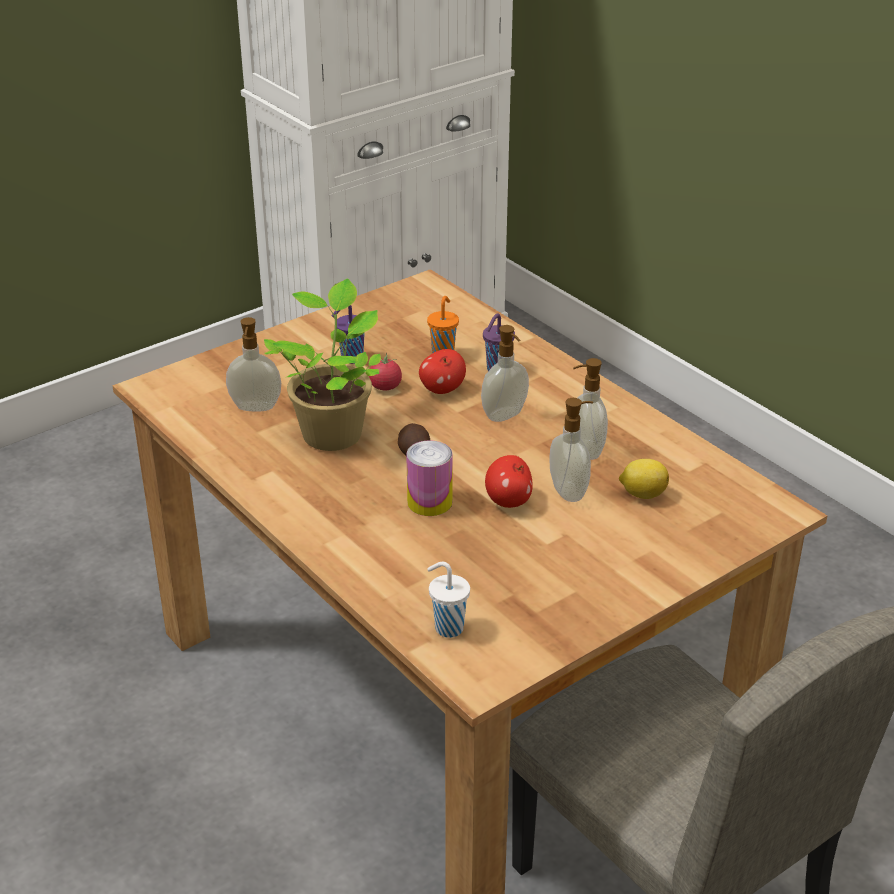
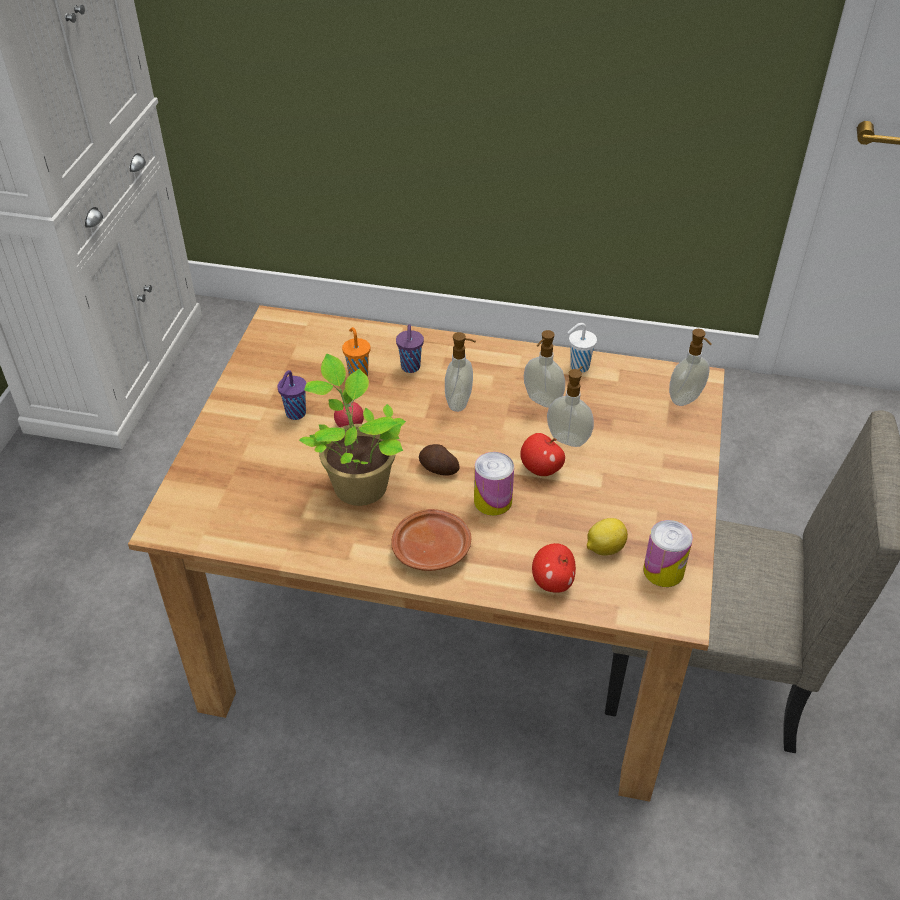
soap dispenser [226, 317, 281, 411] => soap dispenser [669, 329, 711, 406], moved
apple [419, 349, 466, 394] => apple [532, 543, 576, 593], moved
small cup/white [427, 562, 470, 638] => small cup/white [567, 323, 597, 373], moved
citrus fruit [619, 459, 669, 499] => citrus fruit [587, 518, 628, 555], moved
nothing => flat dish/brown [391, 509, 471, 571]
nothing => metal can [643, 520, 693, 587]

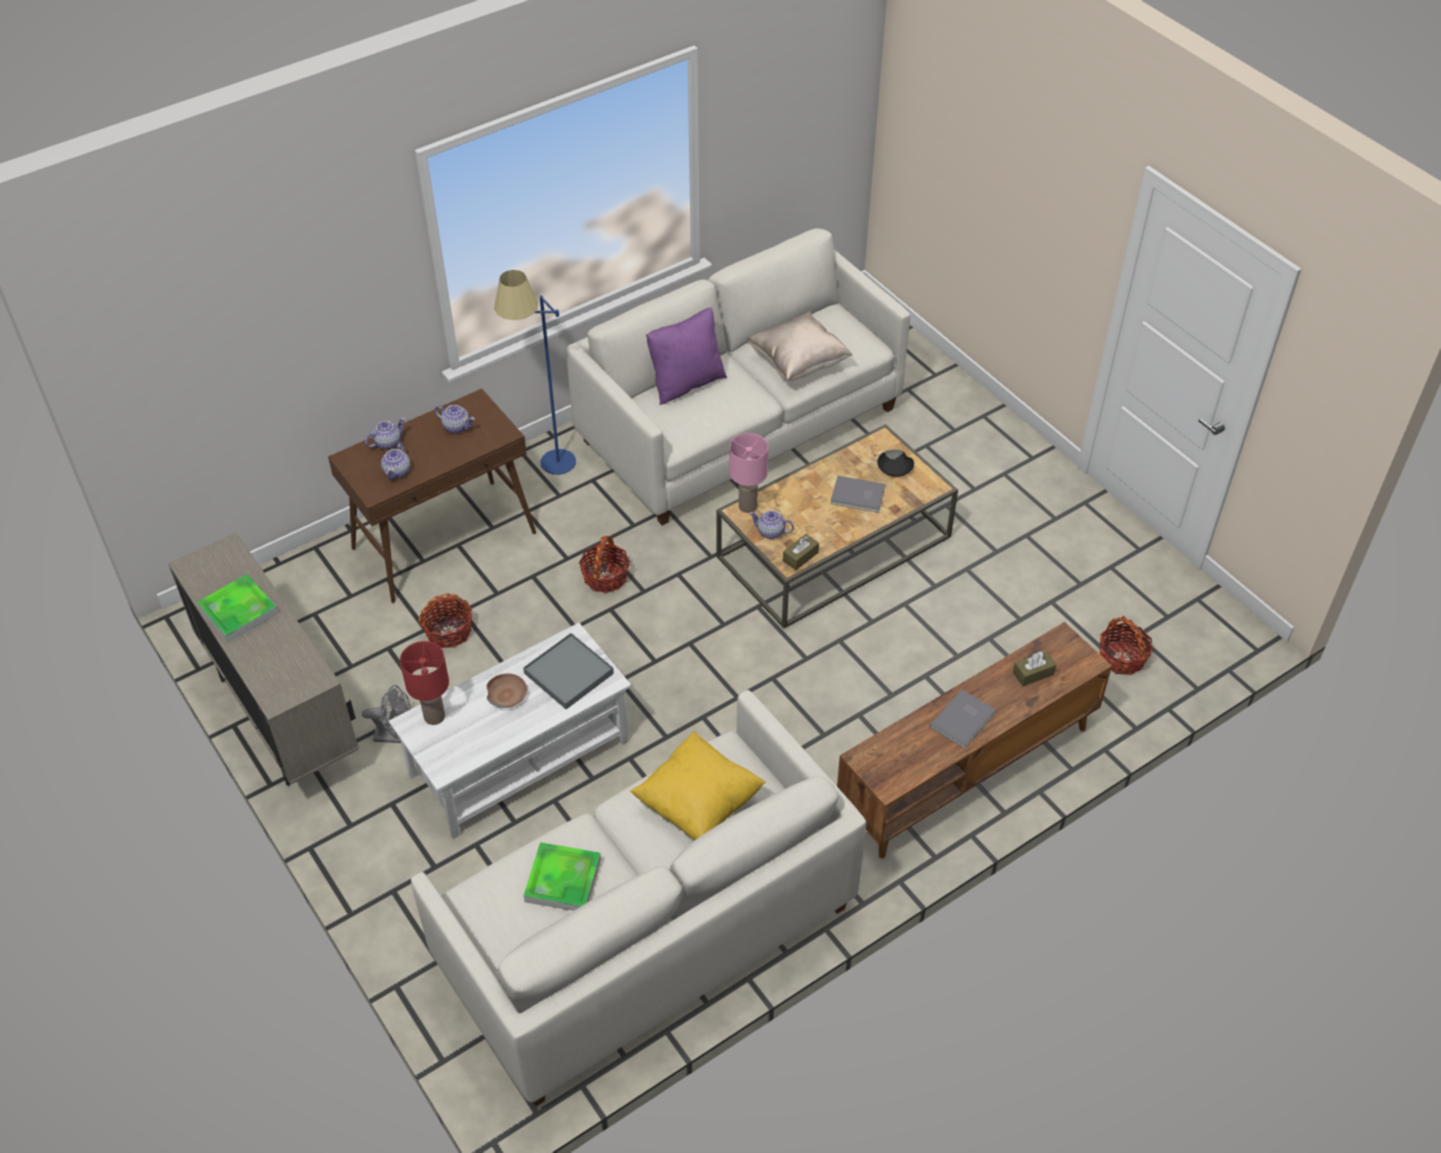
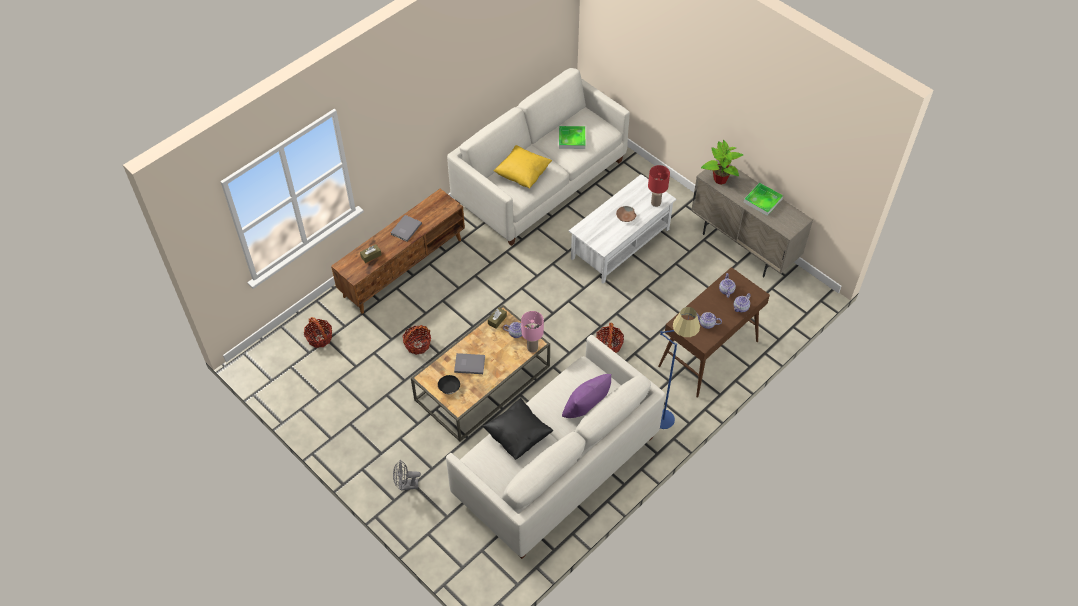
fan/greyish [362, 685, 411, 743] => fan/greyish [393, 460, 421, 490], moved
basket [418, 593, 472, 648] => basket [403, 325, 431, 355], moved
carrying tray/greyish [523, 633, 614, 709] => nothing
throw pillow/beige-coloured [747, 311, 852, 381] => throw pillow/black [482, 398, 553, 460]
nothing => houseplant [701, 140, 743, 185]

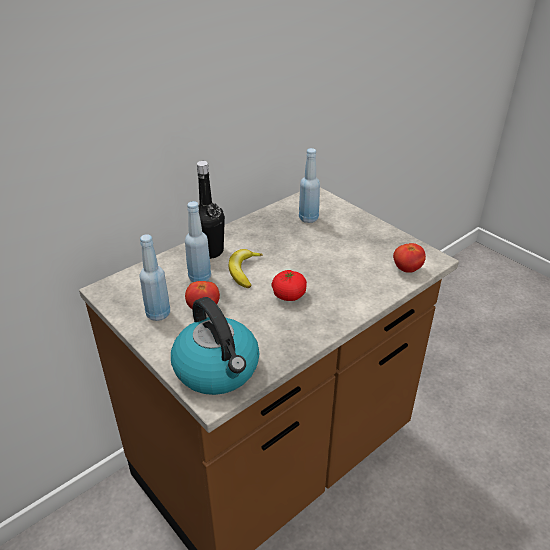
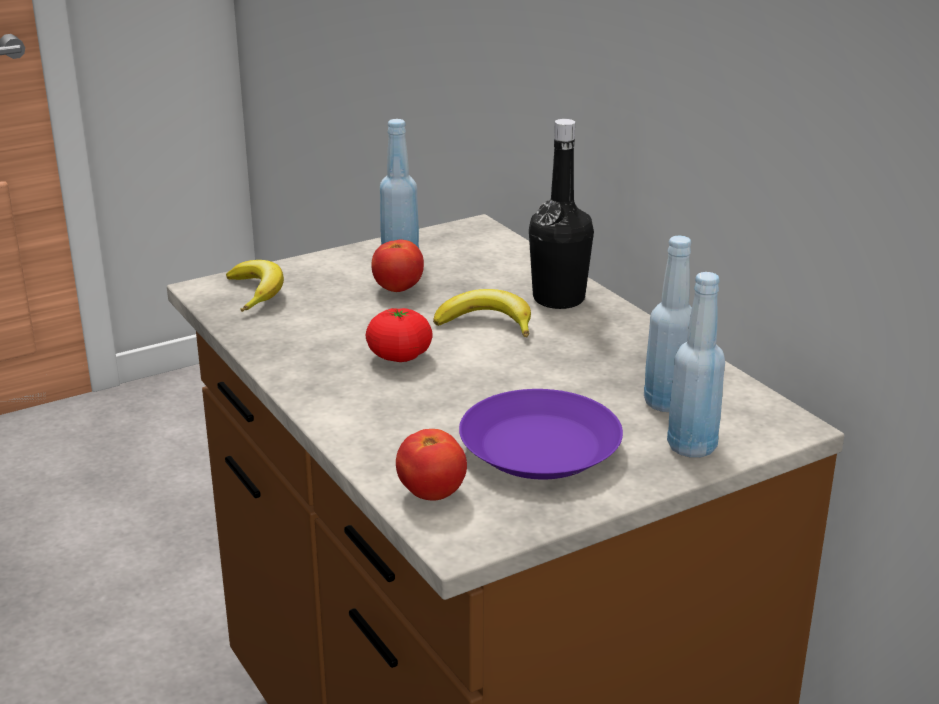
tea kettle [171, 297, 260, 395] => banana fruit [226, 260, 284, 312]
bottle/blue-coloured [185, 201, 211, 282] => bottle/blue-coloured [667, 272, 725, 458], moved
nothing => flat dish/purplish [459, 389, 623, 479]

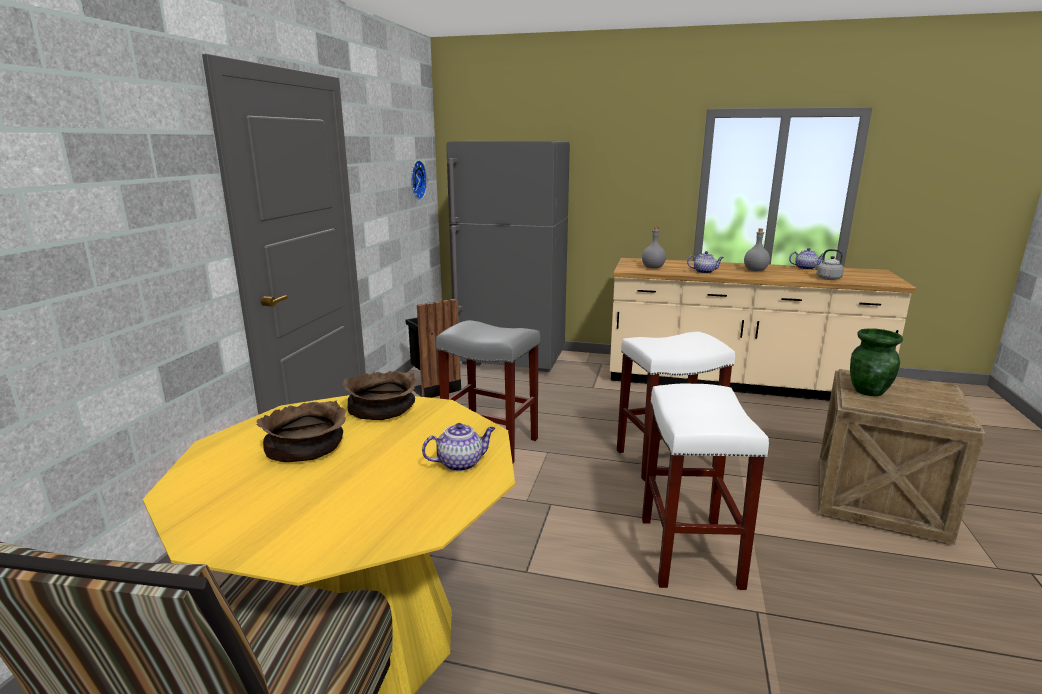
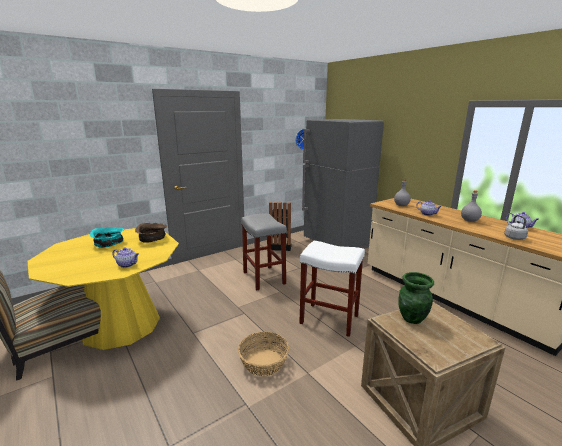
bowl/brown [257, 401, 346, 462] => bowl/turquoise-coloured [90, 227, 125, 248]
sitting stool/white [642, 384, 769, 590] => basket [238, 332, 289, 377]

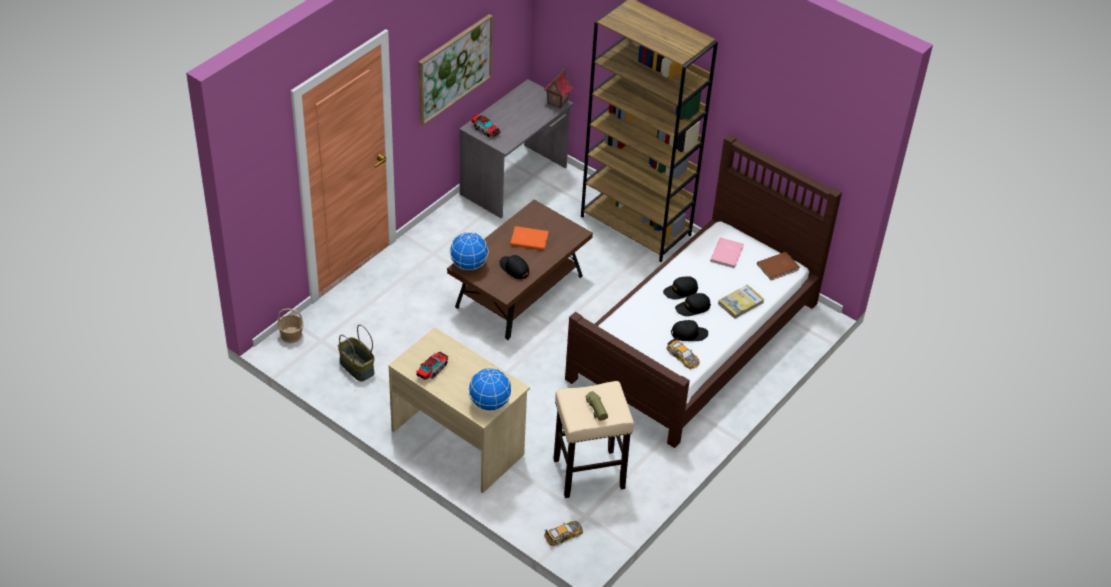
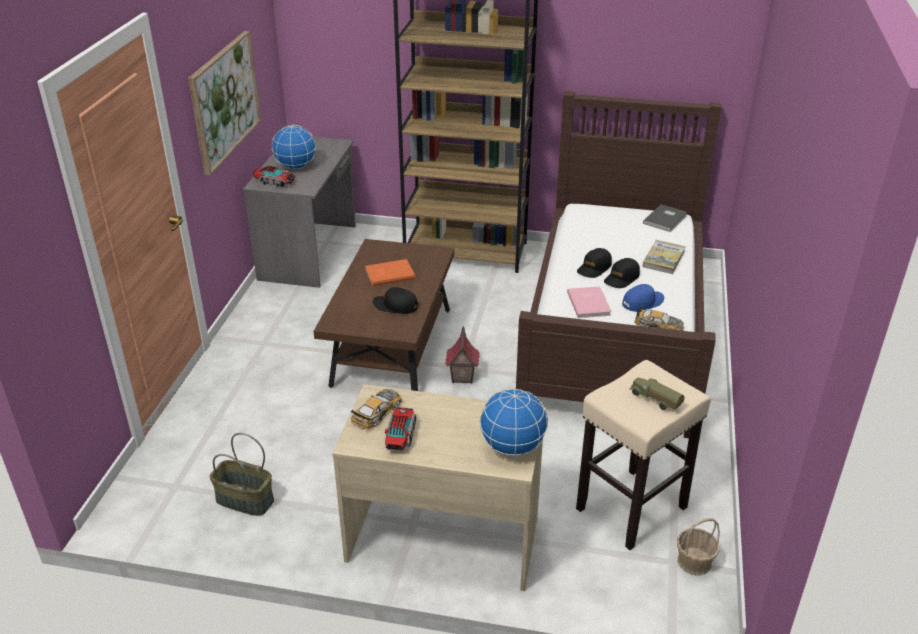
basket [277, 308, 304, 343] => basket [677, 518, 720, 576], moved
globe [450, 232, 488, 270] => globe [272, 125, 316, 169], moved
toy house [544, 67, 573, 109] => toy house [445, 326, 480, 384], moved
model car [544, 521, 583, 546] => model car [351, 389, 402, 430], moved
baseball cap/black [671, 320, 708, 341] => baseball cap/blue-coloured [622, 284, 664, 312]
book/pinkish [710, 237, 744, 268] => book/pinkish [567, 286, 612, 318], moved
book/brown [757, 252, 800, 280] => book/greyish [643, 205, 687, 232]

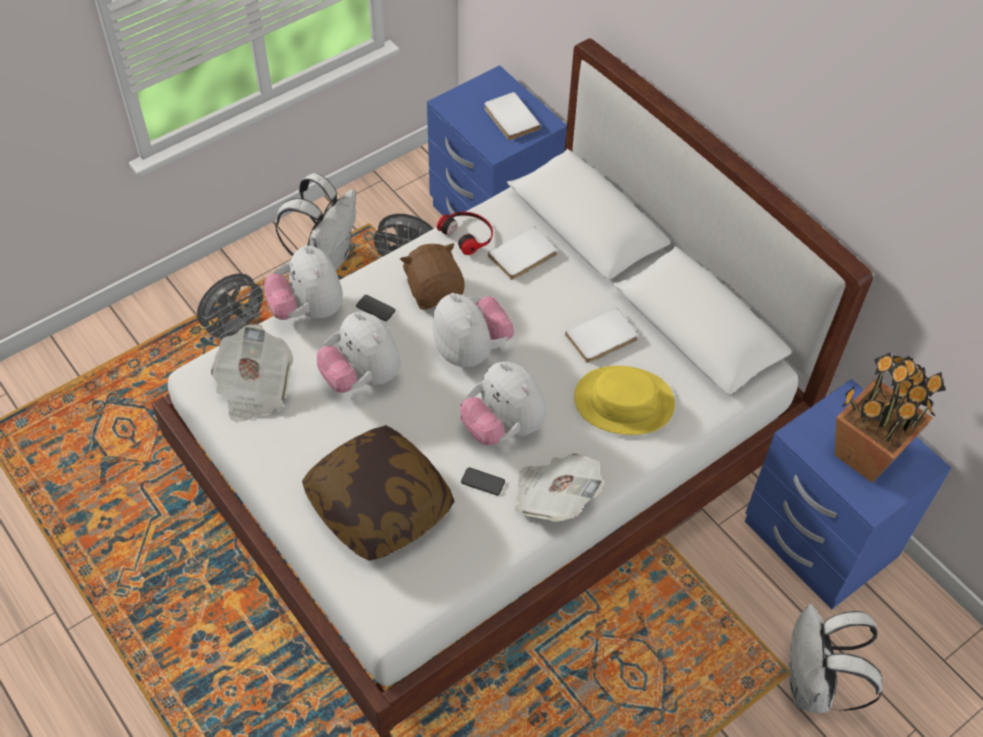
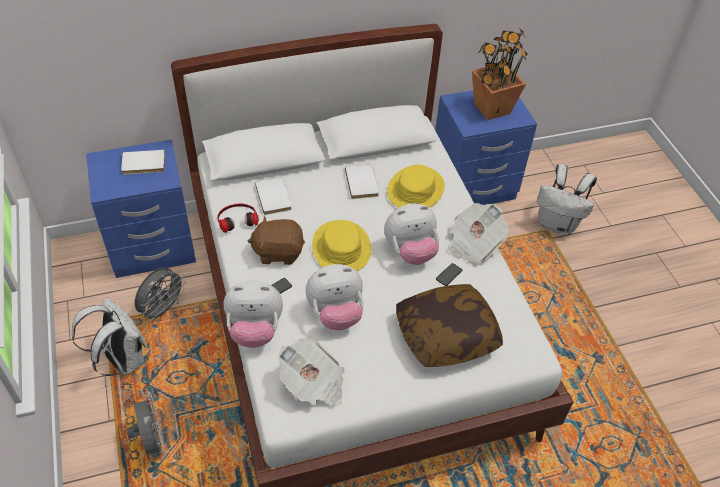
soft toy [432, 293, 514, 367] => hat/yellowish [312, 220, 371, 271]

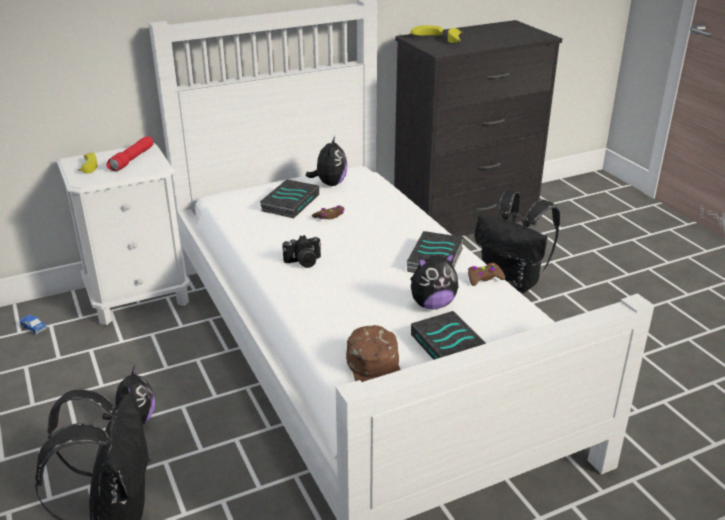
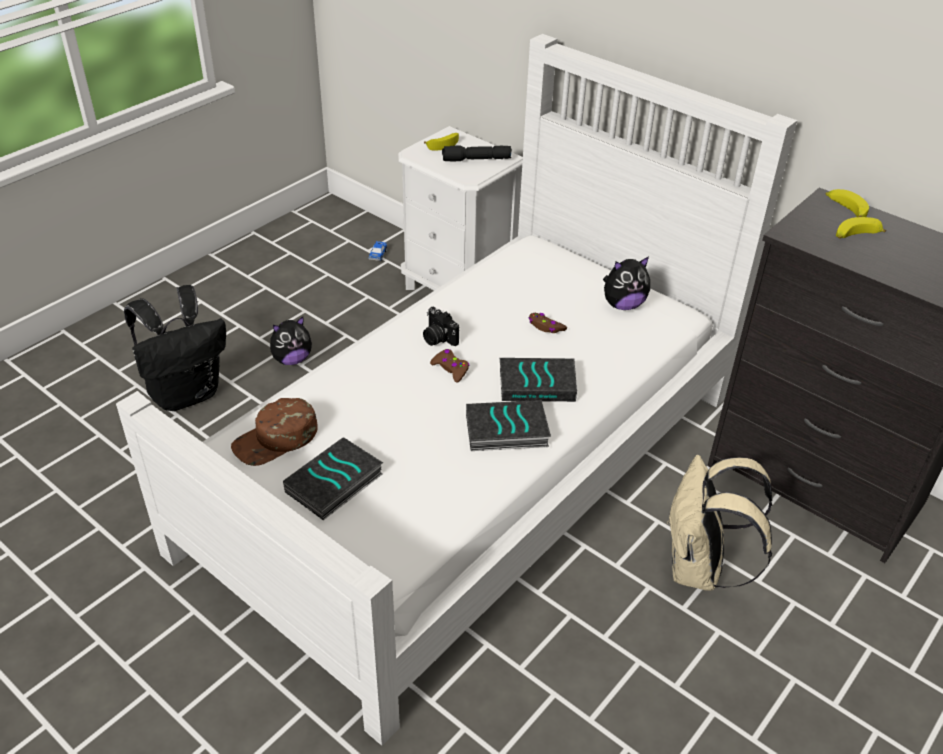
hand torch/red-coloured [106, 136, 153, 171] => hand torch/black [442, 145, 512, 162]
book [260, 179, 319, 218] => book [500, 358, 577, 402], moved
soft toy [410, 252, 458, 309] => nothing
game controller/brown [468, 263, 505, 286] => game controller/brown [430, 349, 469, 383], moved
rucksack/black [475, 190, 560, 294] => rucksack/beige-coloured [667, 455, 772, 591]

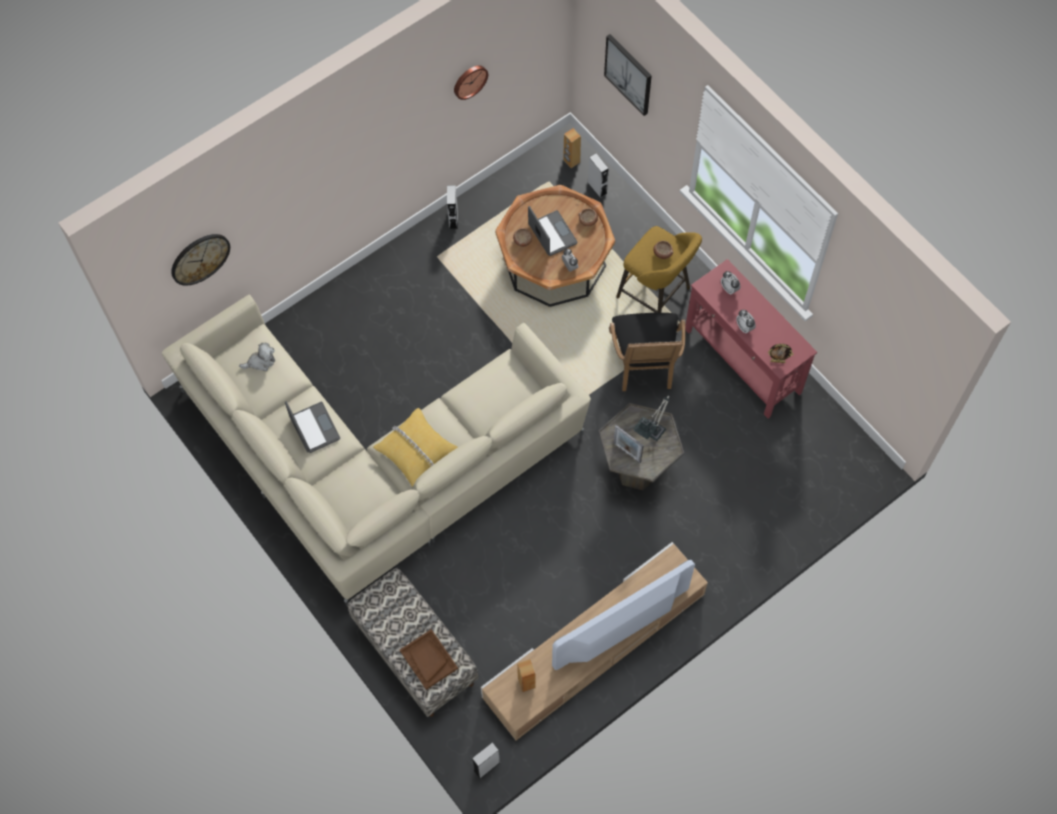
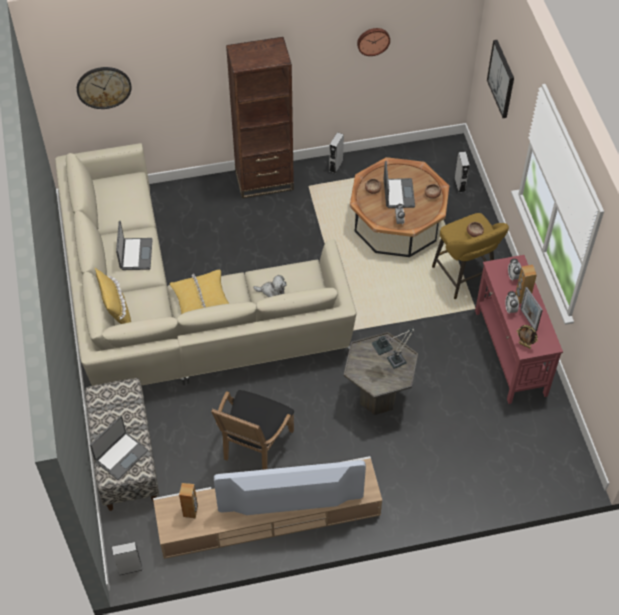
soft toy [239, 343, 275, 371] => soft toy [253, 275, 286, 297], moved
carrying tray/brown [400, 629, 458, 690] => laptop [90, 416, 148, 480]
speaker/brown [563, 128, 581, 168] => speaker/brown [515, 265, 537, 304], moved
easy chair/black [609, 313, 686, 391] => easy chair/black [211, 390, 294, 470], moved
standing frame [613, 425, 643, 463] => standing frame [520, 287, 543, 331], moved
nothing => throw pillow/yellowish [95, 268, 131, 324]
nothing => bookshelf/brown [226, 37, 294, 198]

